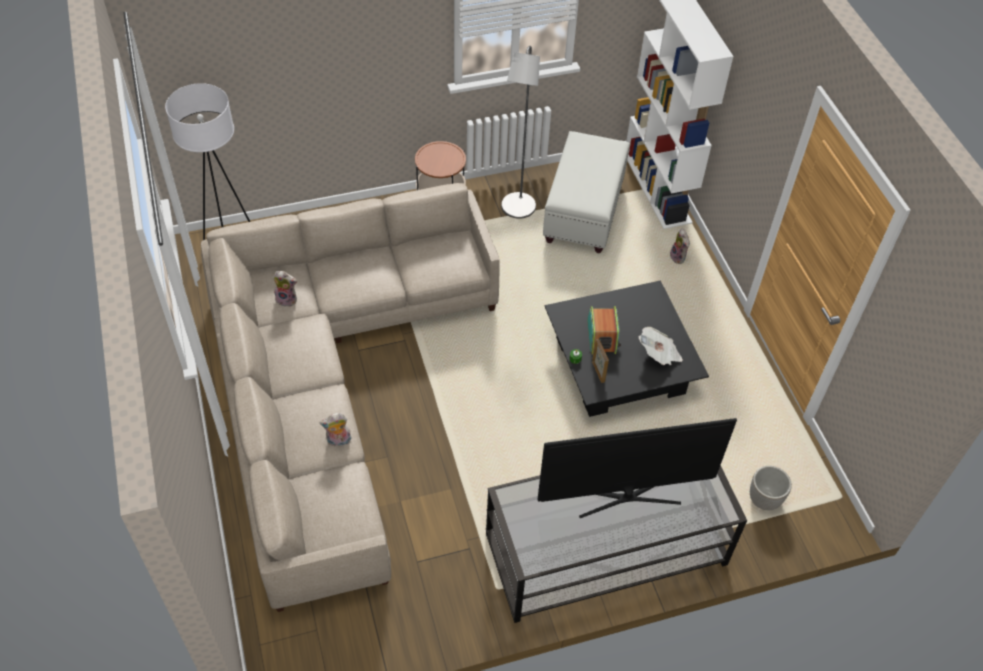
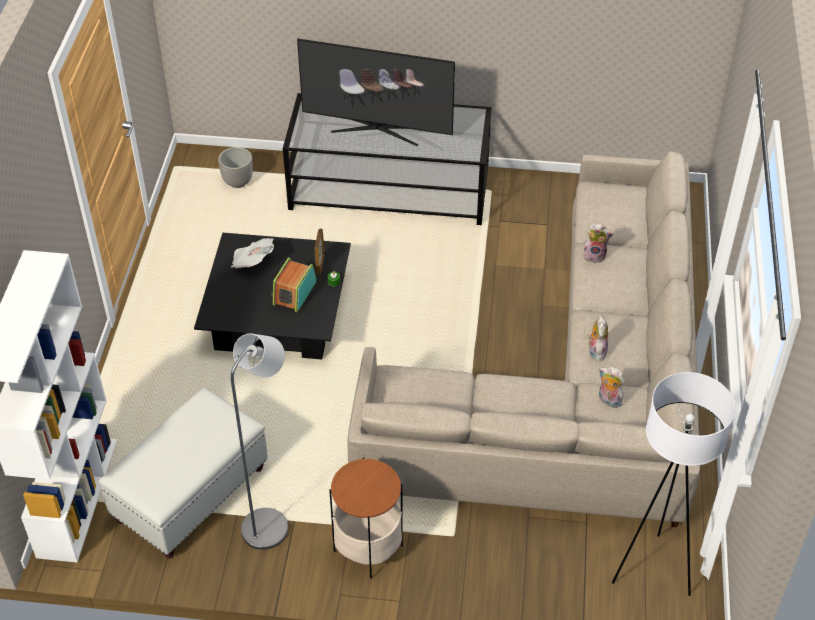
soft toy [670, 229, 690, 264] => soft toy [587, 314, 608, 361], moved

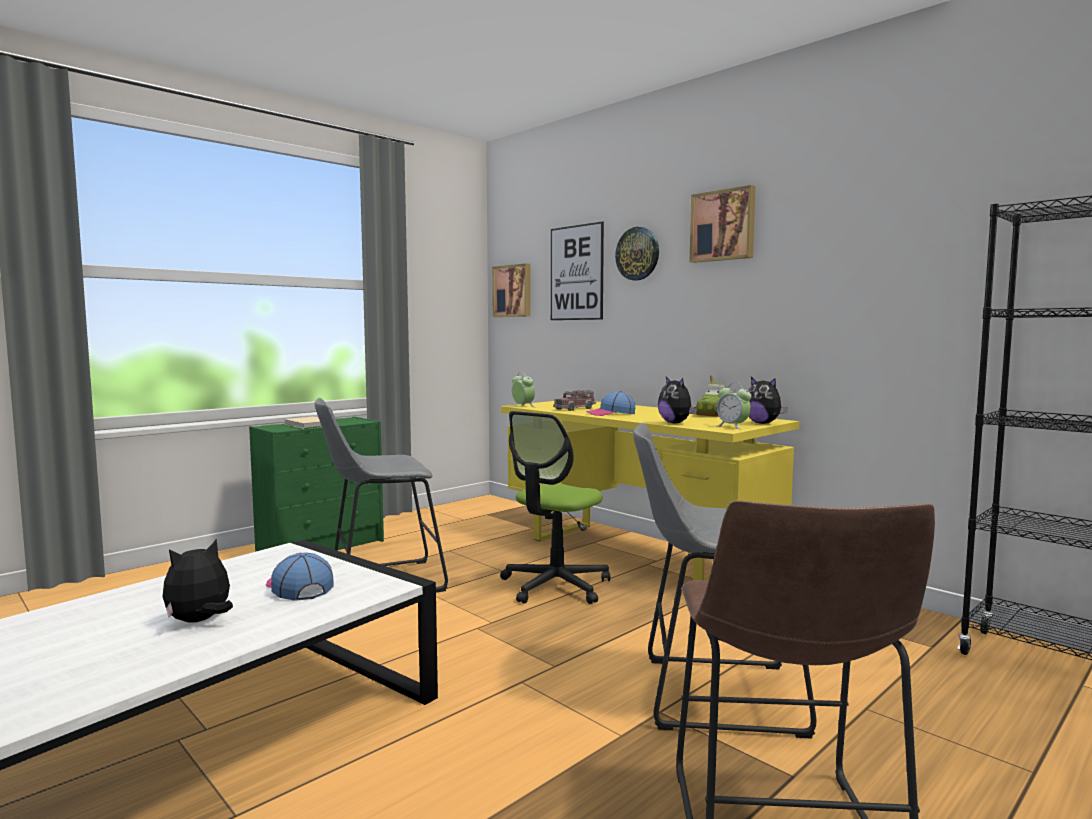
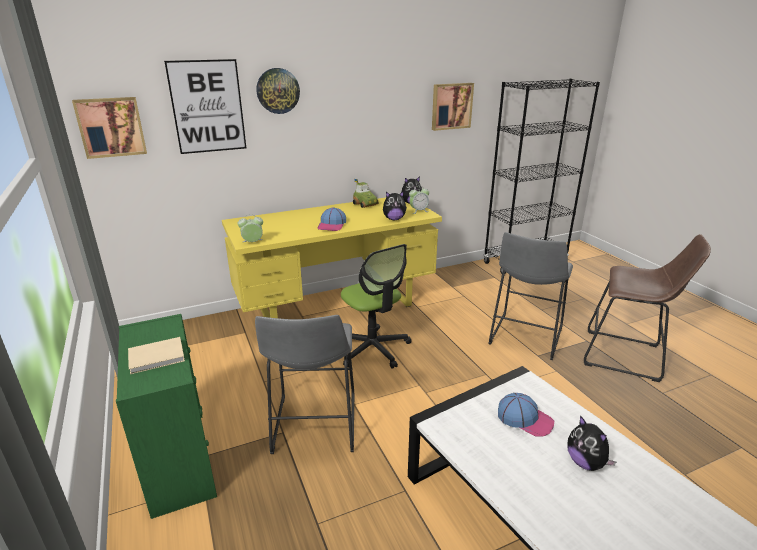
baseball cap [266, 553, 334, 601] => baseball cap [498, 393, 554, 436], 135 degrees counterclockwise
toy truck [553, 390, 596, 411] => nothing
picture [690, 185, 755, 263] => picture [432, 83, 474, 131], moved

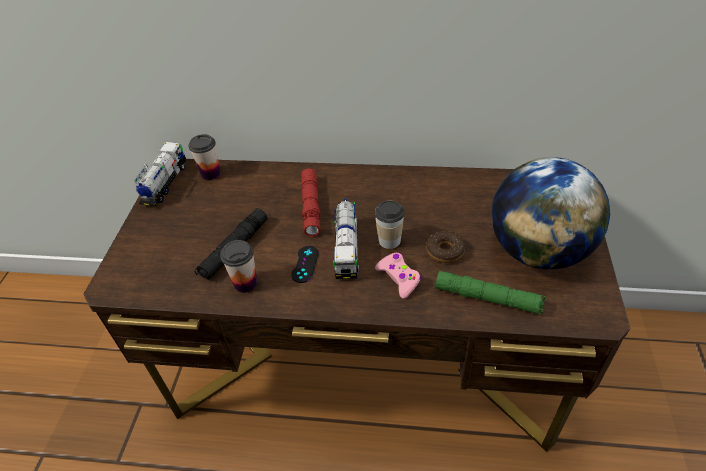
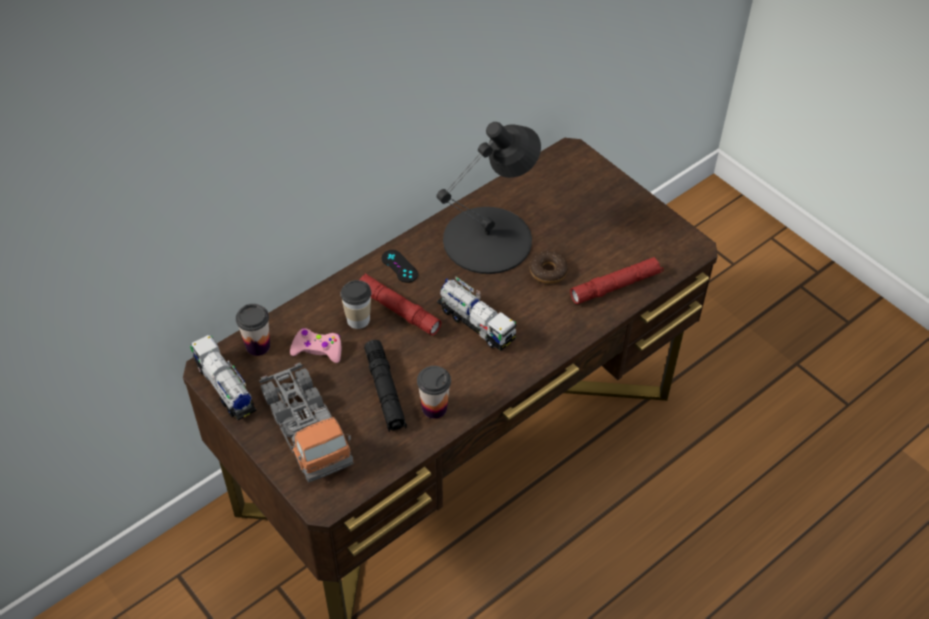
game controller/black [291, 246, 319, 283] => game controller/black [381, 250, 418, 283], moved
small cup [375, 200, 405, 249] => small cup [341, 280, 371, 329], moved
game controller/pinkish [375, 253, 421, 299] => game controller/pinkish [290, 328, 341, 363], moved
hand torch/greenish [436, 271, 546, 315] => hand torch/red-coloured [570, 257, 663, 305]
globe [491, 157, 610, 269] => nothing
nothing => toy truck [259, 362, 354, 483]
nothing => table lamp/black [436, 122, 541, 274]

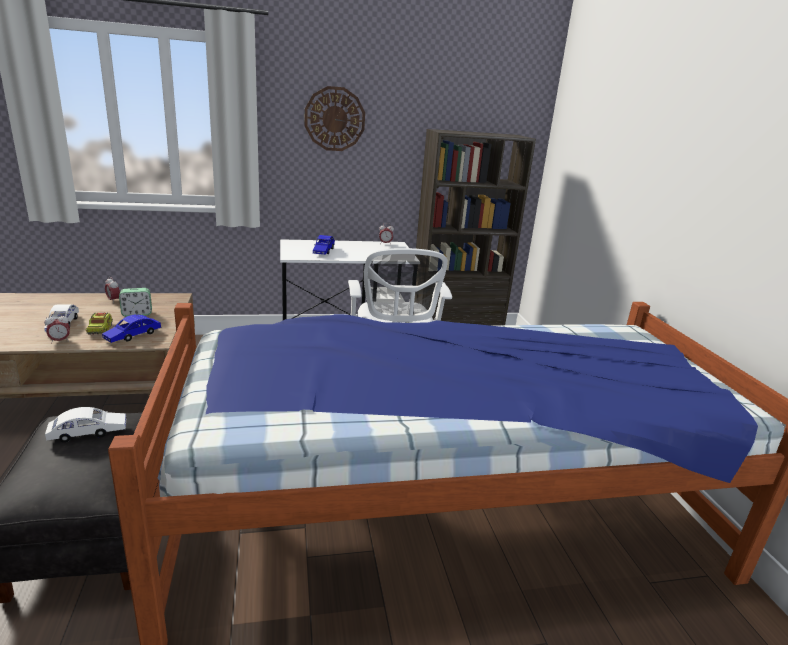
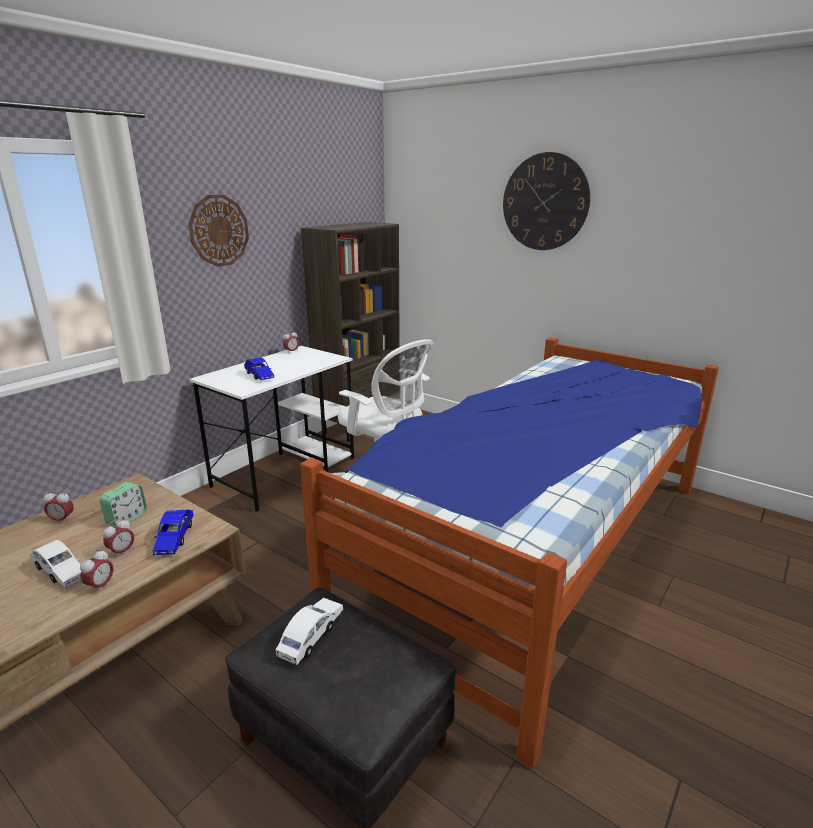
toy truck [86, 312, 113, 335] => alarm clock [103, 518, 134, 558]
nothing => clock on the wall [503, 152, 590, 250]

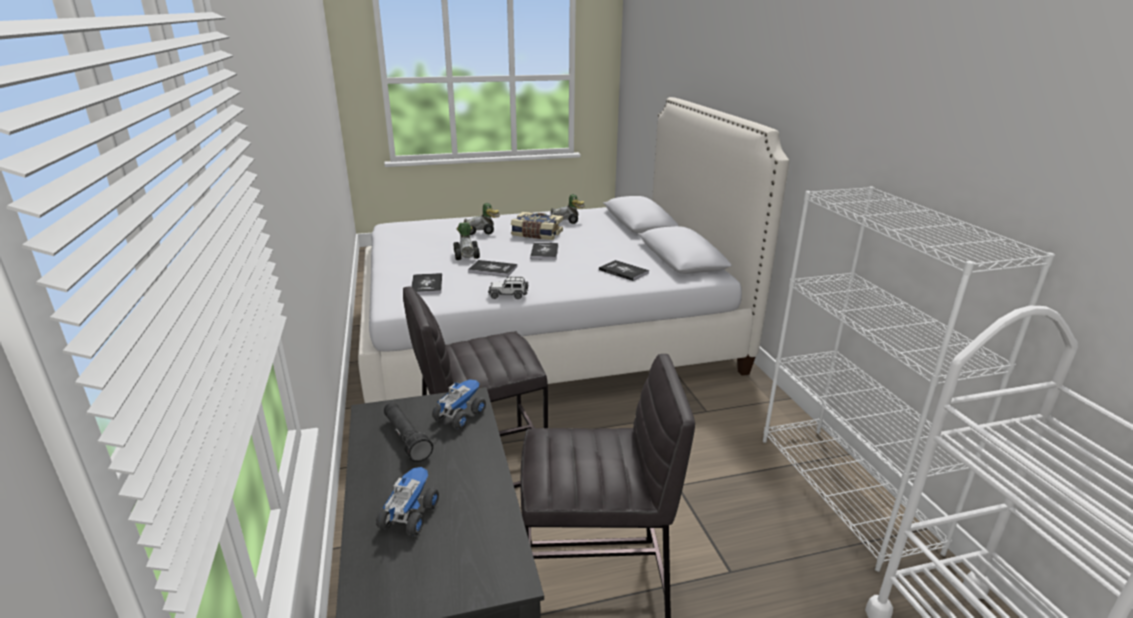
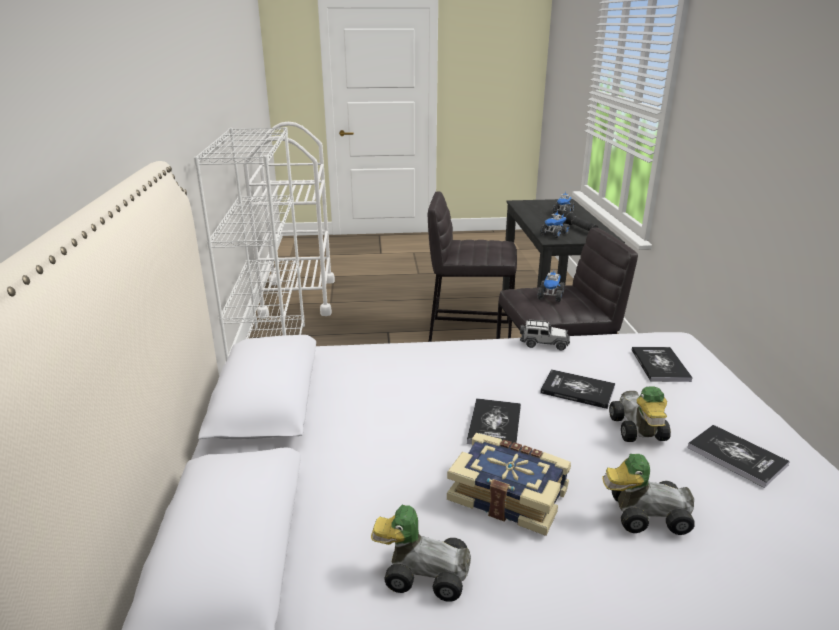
book [599, 260, 649, 281] => book [687, 425, 790, 488], moved
nothing => toy truck [537, 270, 565, 302]

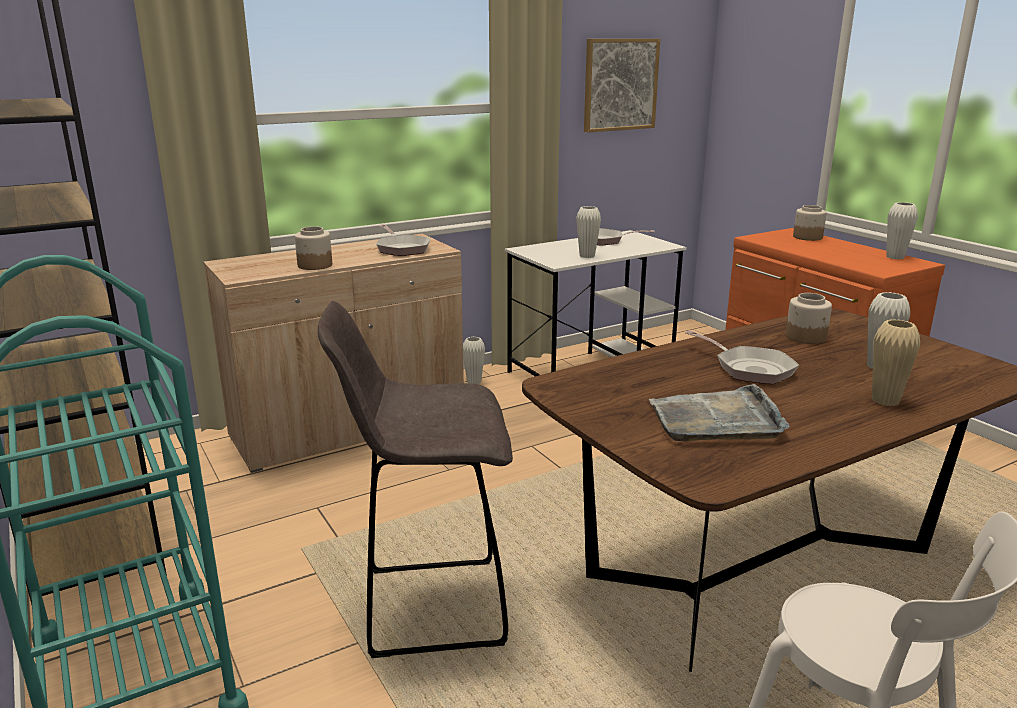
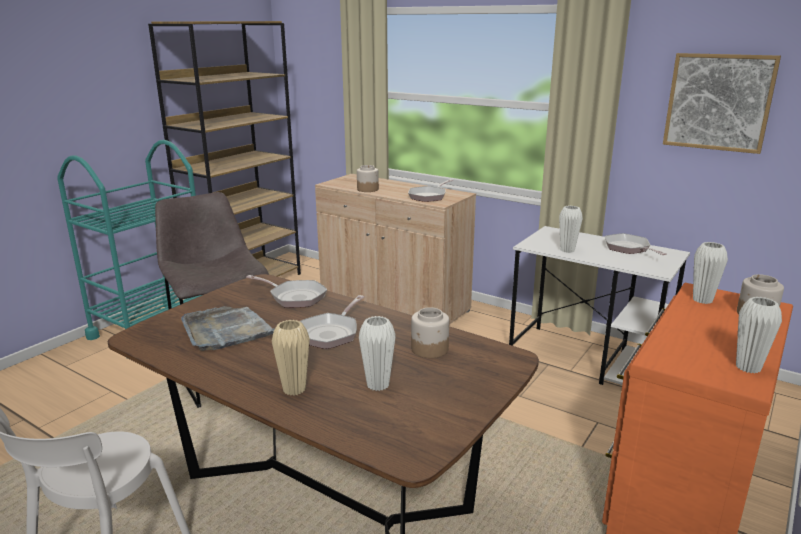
decorative vase/white [463, 337, 485, 384] => decorative vase/white [693, 242, 728, 304], moved
nothing => skillet [246, 275, 327, 308]

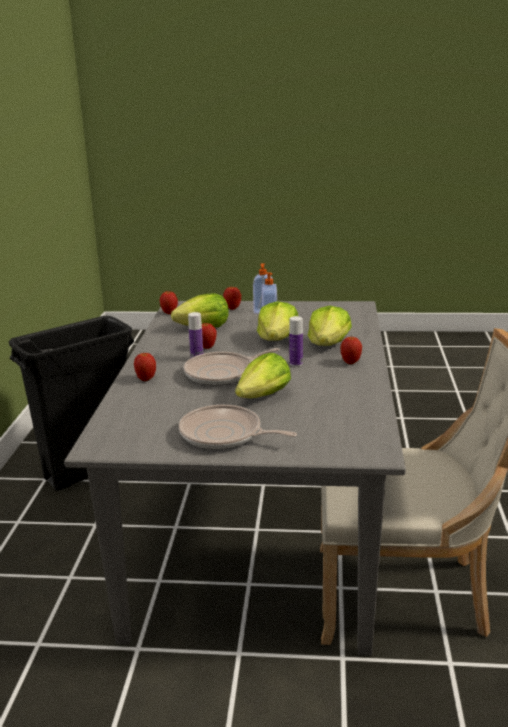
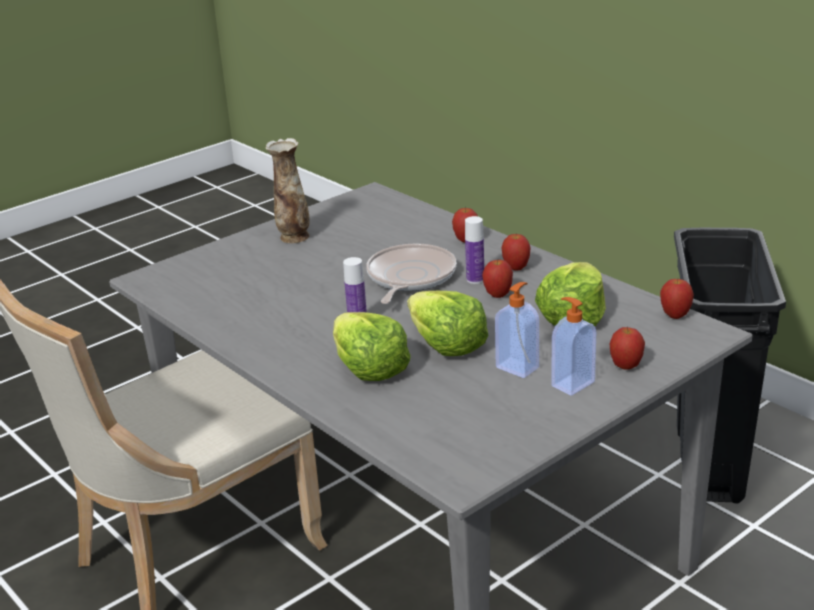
skillet [179, 405, 297, 449] => decorative vase [266, 138, 310, 243]
lettuce head [235, 353, 291, 398] => nothing
apple [340, 335, 362, 364] => apple [502, 234, 531, 270], moved

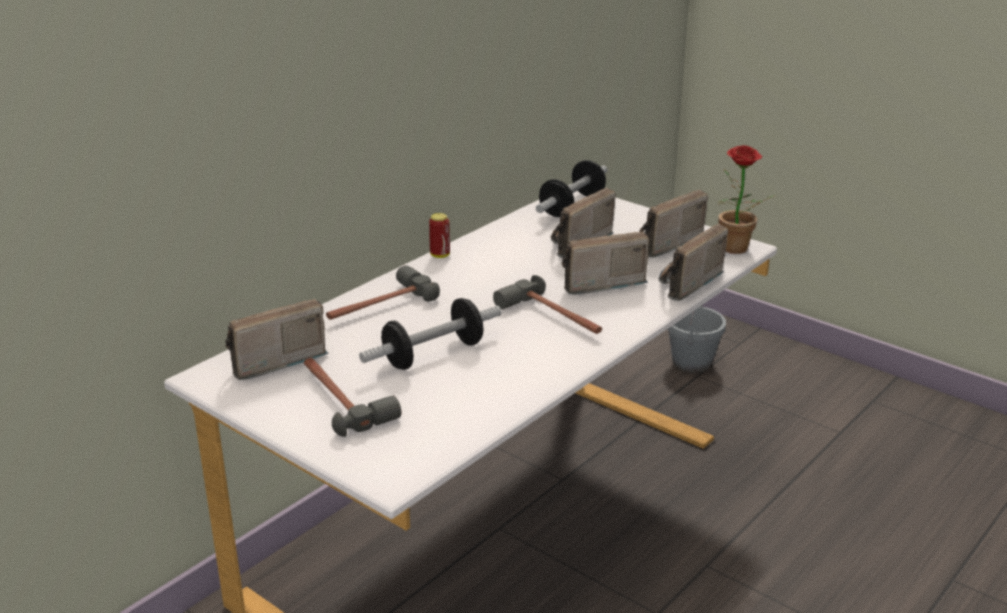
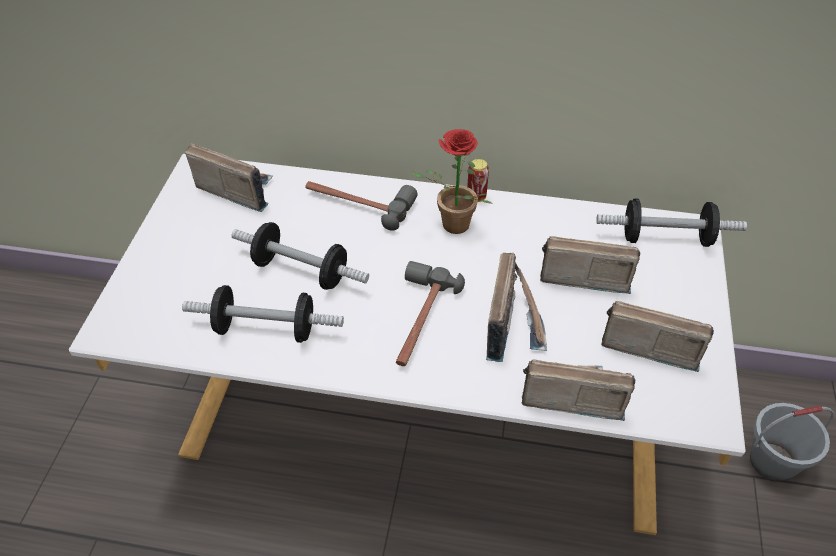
hammer [304, 358, 401, 437] => nothing
radio receiver [562, 232, 650, 295] => radio receiver [486, 252, 547, 362], 60 degrees clockwise
houseplant [718, 145, 776, 254] => houseplant [411, 129, 493, 234], moved
nothing => dumbbell [182, 285, 344, 343]

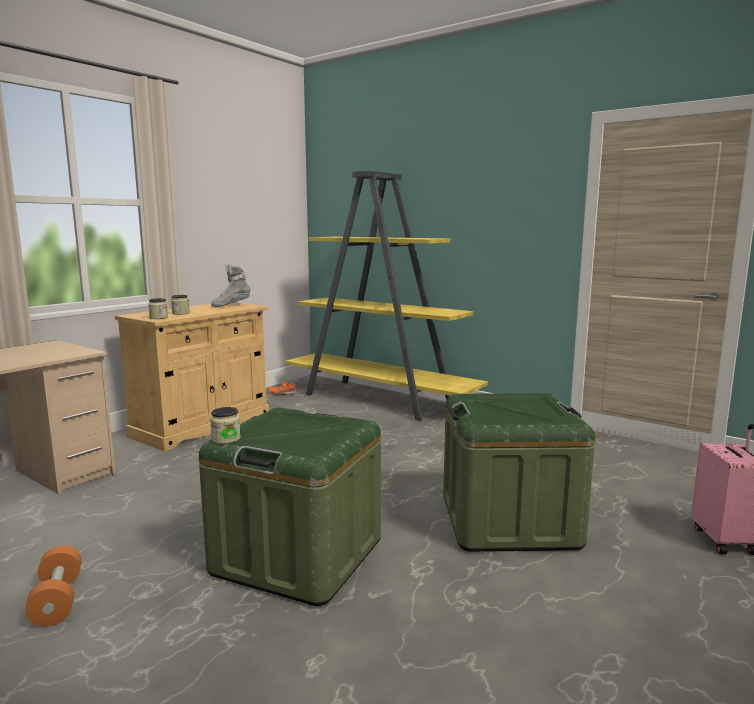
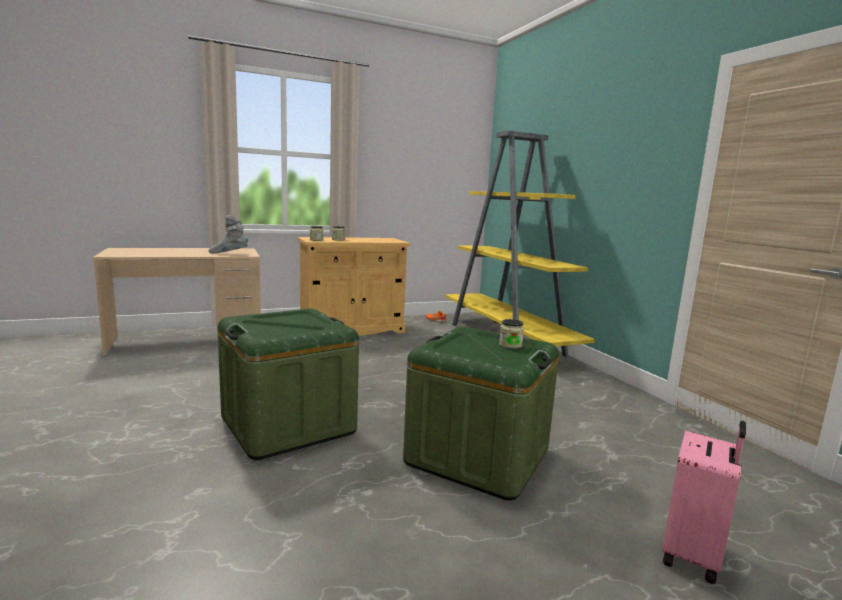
dumbbell/orangey [25, 546, 82, 627] => nothing
preserve jar [210, 407, 241, 444] => preserve jar [499, 319, 524, 349], moved
high-top boot/greyish [211, 264, 250, 307] => high-top boot/greyish [208, 215, 248, 253], moved

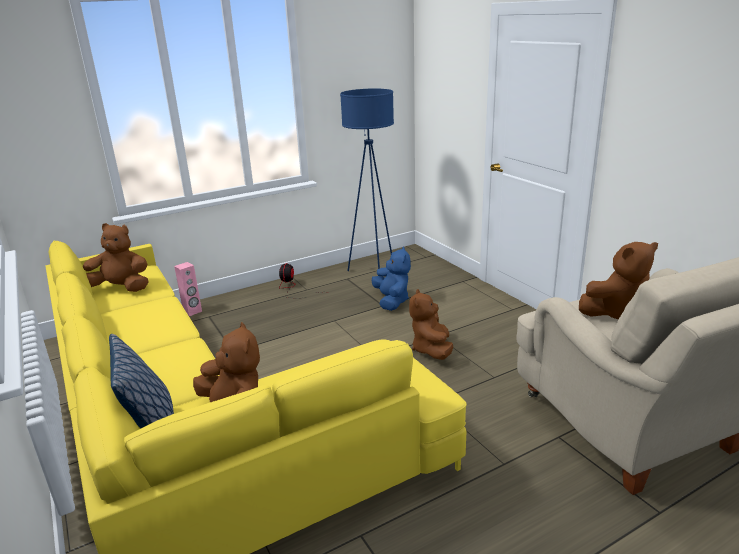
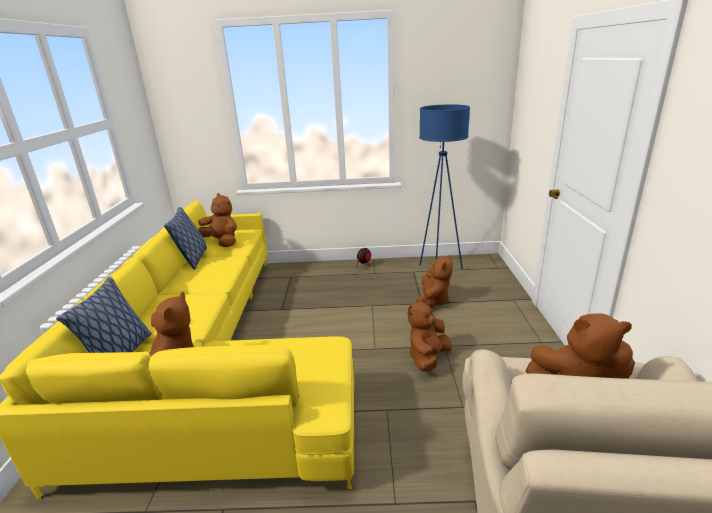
speaker/pinkish [174, 262, 202, 316] => nothing
soft toy/blue-coloured [372, 247, 411, 311] => soft toy/brown [416, 254, 453, 308]
nothing => throw pillow [164, 207, 207, 270]

